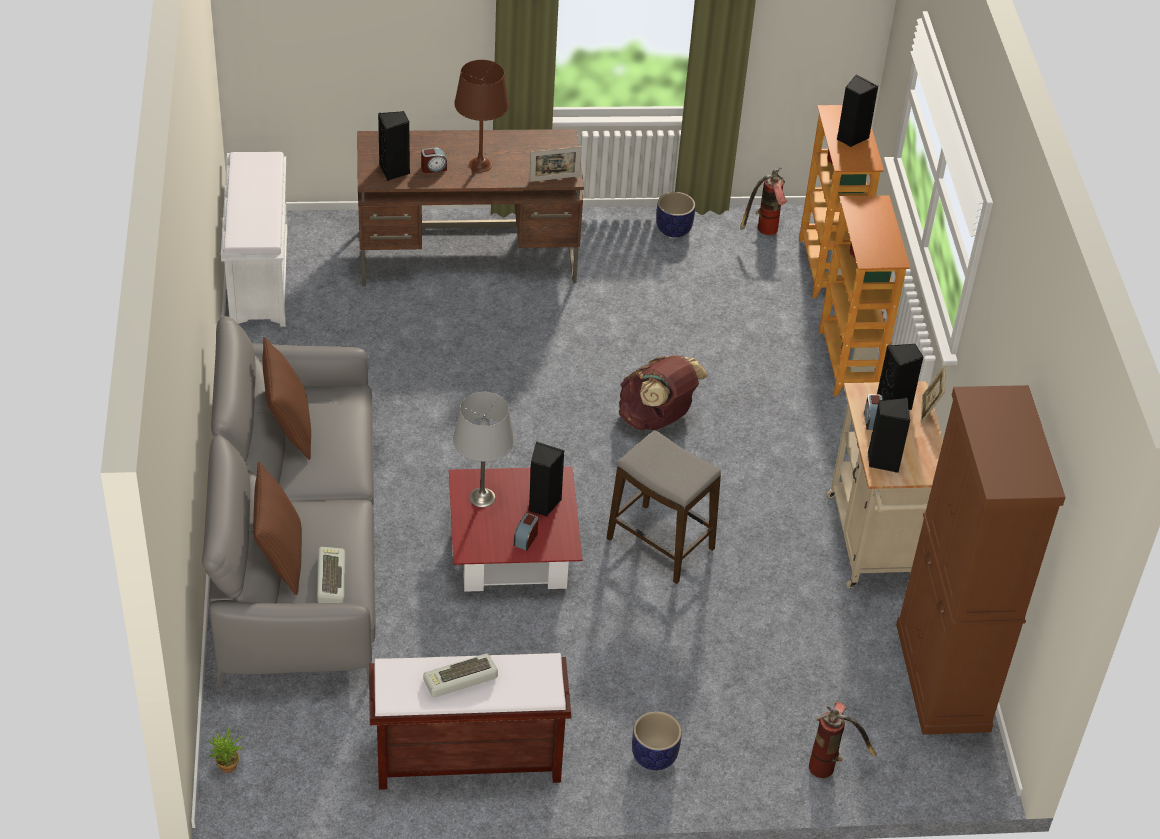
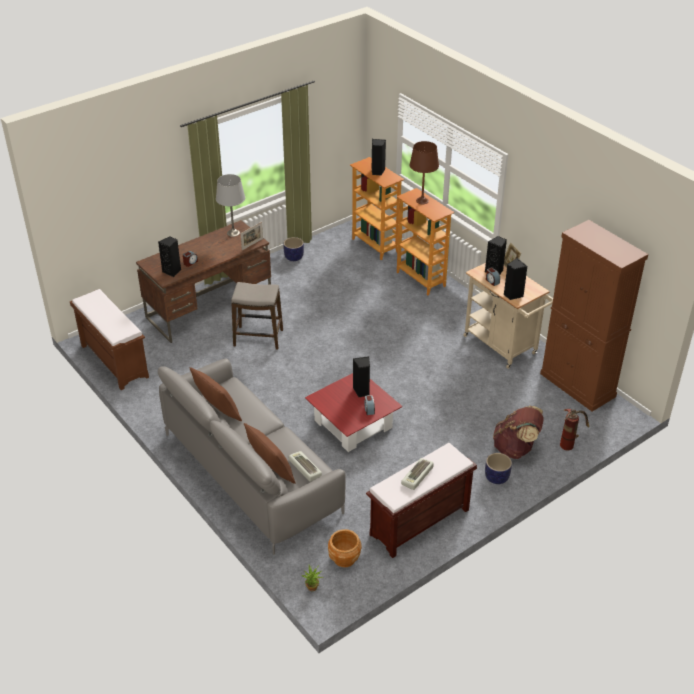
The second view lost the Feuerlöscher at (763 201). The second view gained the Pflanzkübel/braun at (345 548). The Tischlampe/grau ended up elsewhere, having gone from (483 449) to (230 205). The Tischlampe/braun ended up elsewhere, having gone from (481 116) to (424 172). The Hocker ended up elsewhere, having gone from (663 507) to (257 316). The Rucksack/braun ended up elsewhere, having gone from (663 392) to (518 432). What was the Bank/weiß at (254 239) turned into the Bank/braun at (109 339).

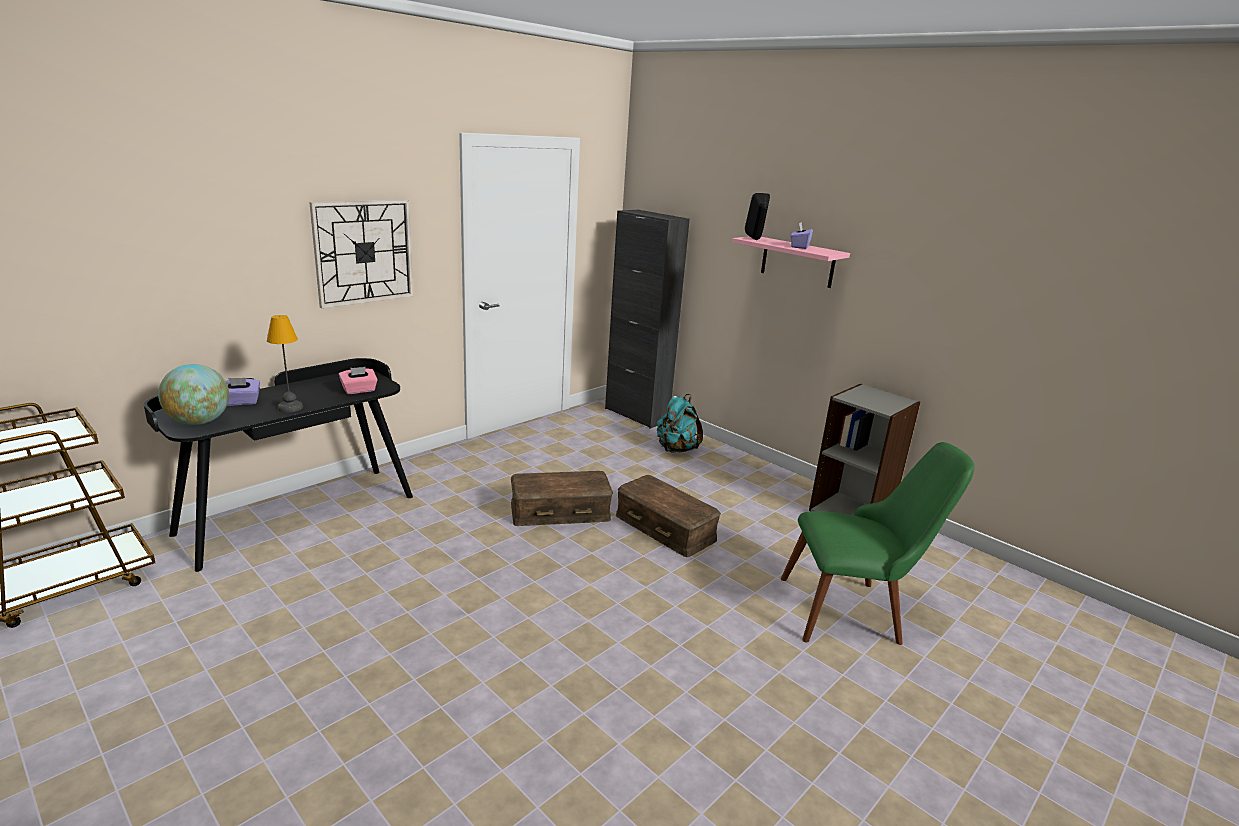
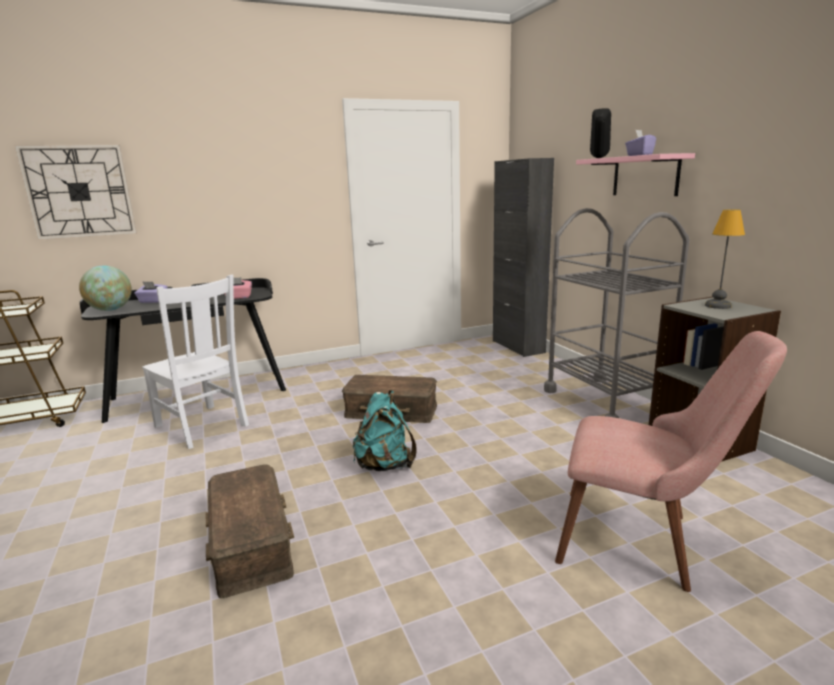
The second view gained the Stuhl/weiß at (195 361). The second view gained the Rollwagen/grau at (617 313). The Tischlampe ended up elsewhere, having gone from (285 363) to (725 259). The Wanduhr ended up elsewhere, having gone from (361 254) to (75 192). The Aufbewahrungsbox/braun ended up elsewhere, having gone from (668 516) to (250 531). The Rucksack/türkis ended up elsewhere, having gone from (680 423) to (385 430). What was the Stuhl/grün at (878 543) turned into the Stuhl/rosa at (671 461).

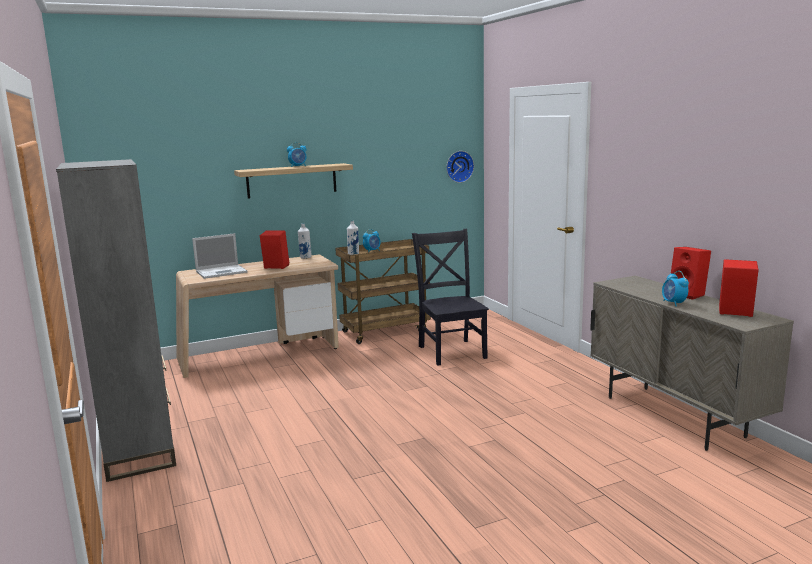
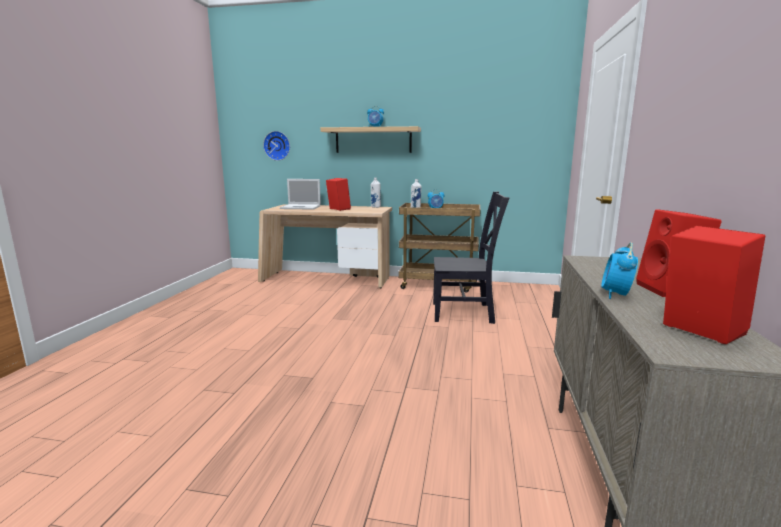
The second view lost the Bücherregal/grau at (116 320). The Wanduhr ended up elsewhere, having gone from (460 167) to (276 146). The Stuhl/schwarz at (450 297) ended up facing another way, 75 degrees clockwise from before.

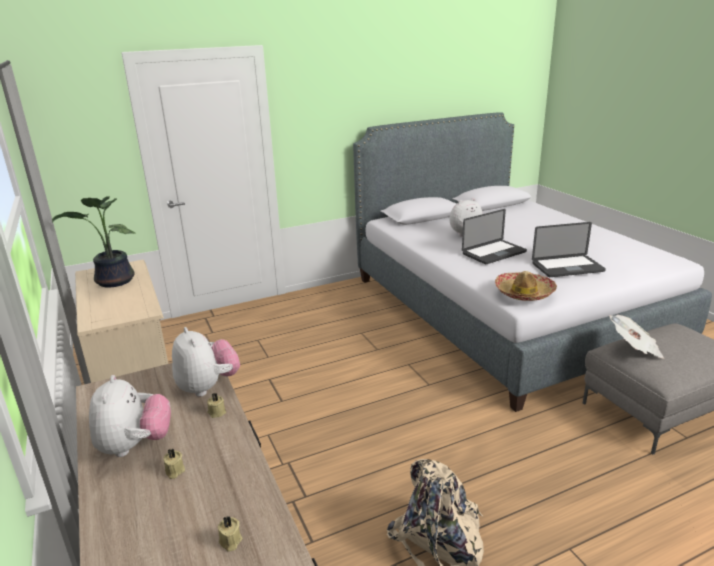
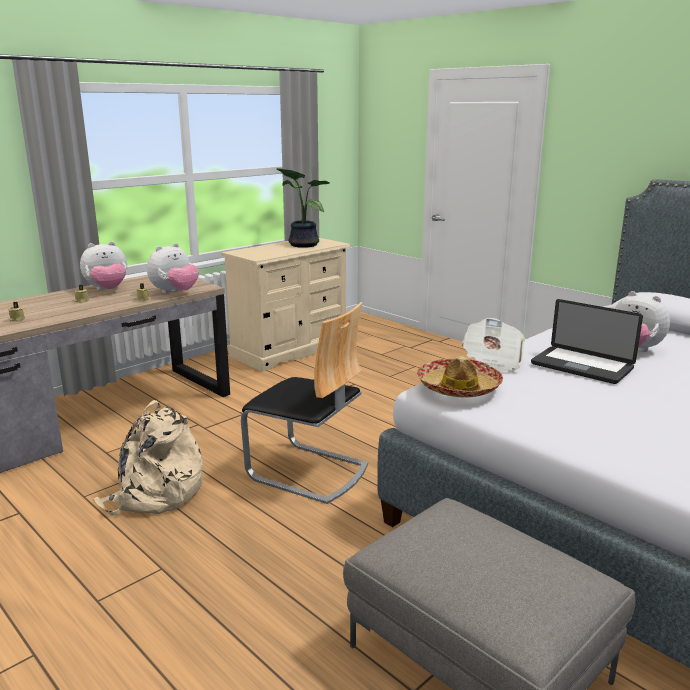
The second view lost the Laptop at (569 249). The second view gained the Stuhl at (304 403). The Zeitung ended up elsewhere, having gone from (637 337) to (493 345).

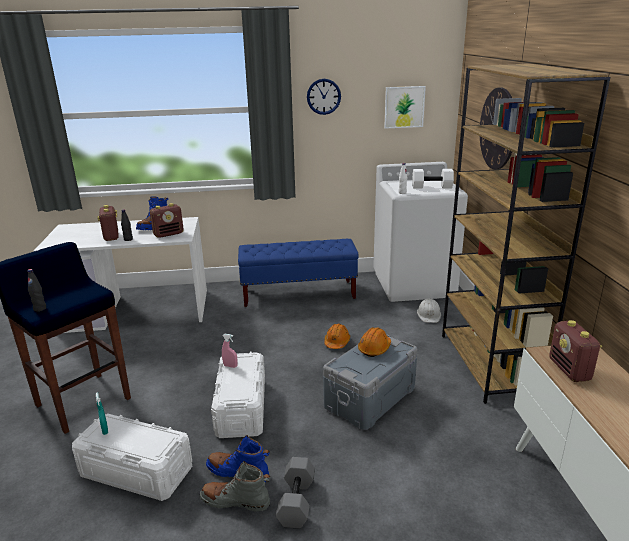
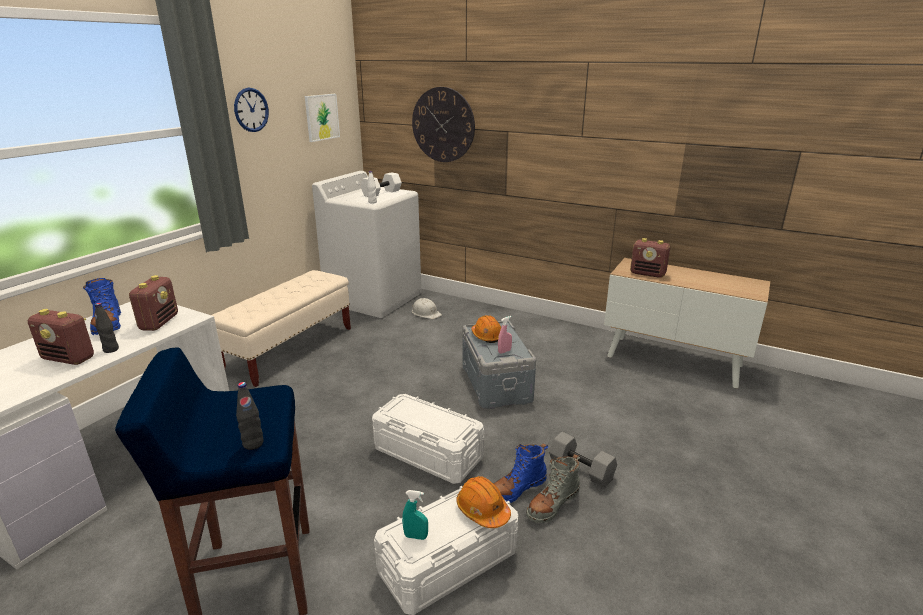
The second view lost the Bücherregal/braun at (526 234). The Sprühflasche/rosa ended up elsewhere, having gone from (229 351) to (505 335). The Schutzhelm/orange ended up elsewhere, having gone from (337 336) to (483 502). What was the Bank/blau at (298 273) turned into the Bank/beige at (281 328).

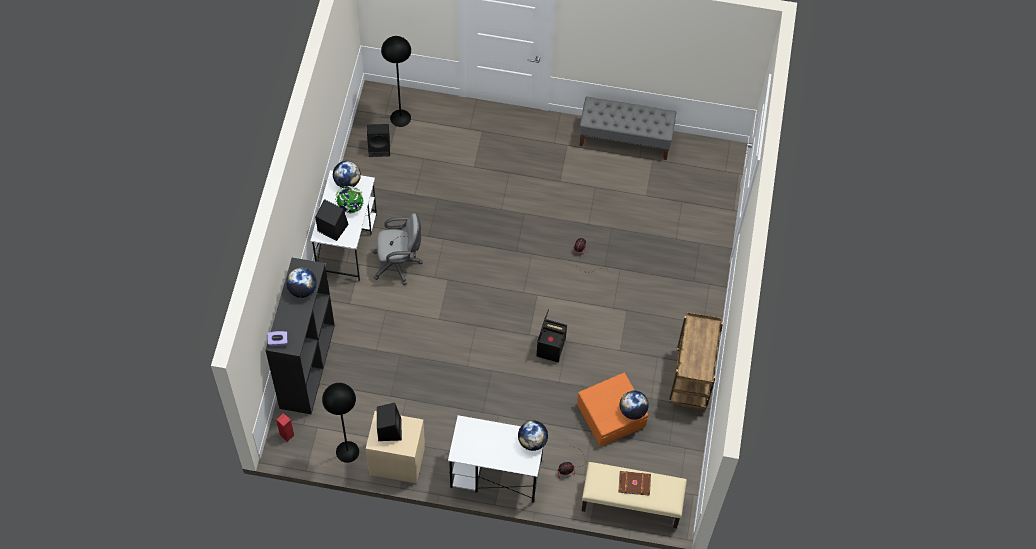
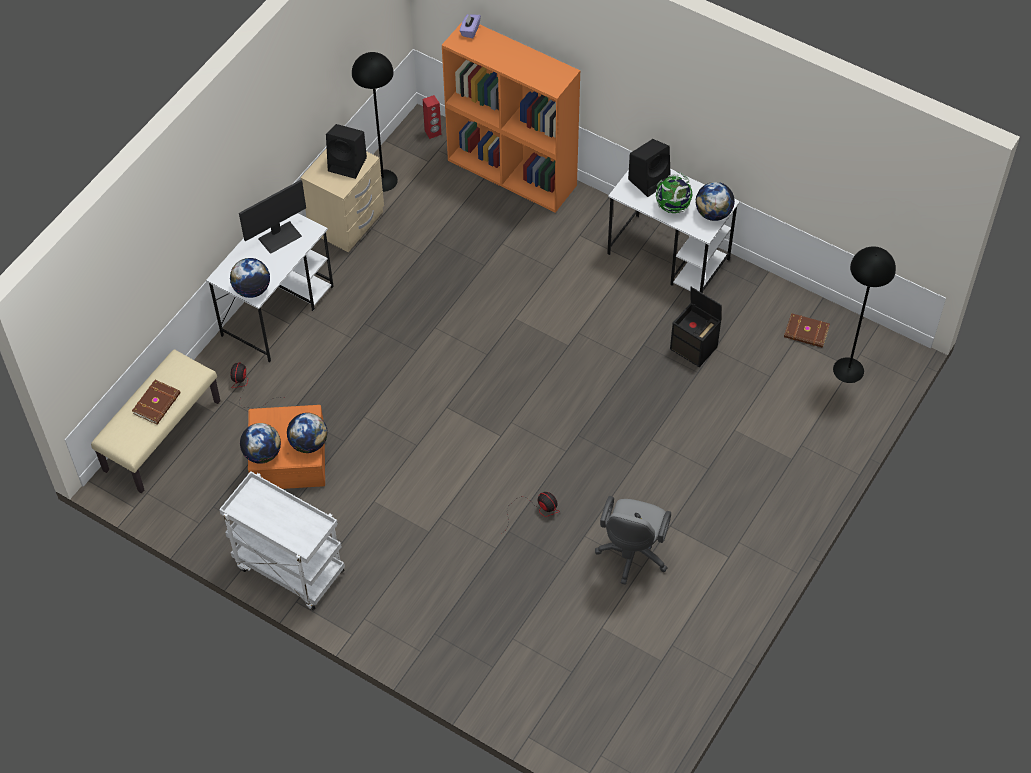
The second view lost the Bank/grau at (628 128). The second view gained the Monitor at (272 217). The Globus ended up elsewhere, having gone from (301 283) to (307 433). The Bürostuhl/grau ended up elsewhere, having gone from (398 249) to (633 540). The Aufbewahrungsbox/schwarz ended up elsewhere, having gone from (551 335) to (695 327). Where the Lautsprecher/schwarz stood at (378 140), the Buch/braun came to stand at (807 330). What was the Bücherregal/schwarz at (300 336) turned into the Bücherregal/orange at (511 117). What was the Rollwagen/braun at (696 361) turned into the Rollwagen/weiß at (282 541).

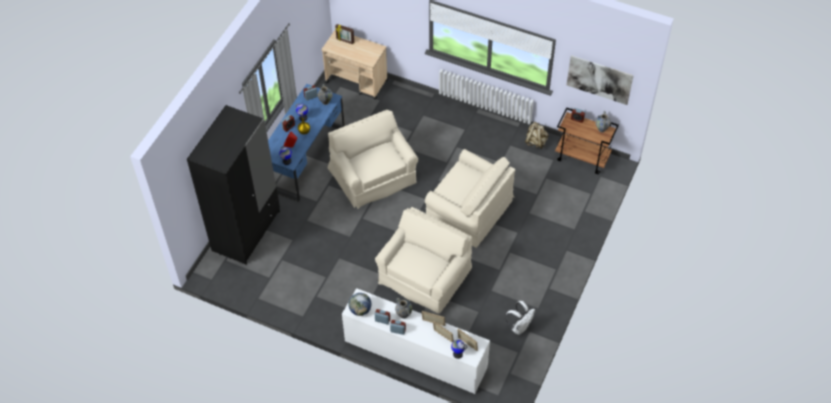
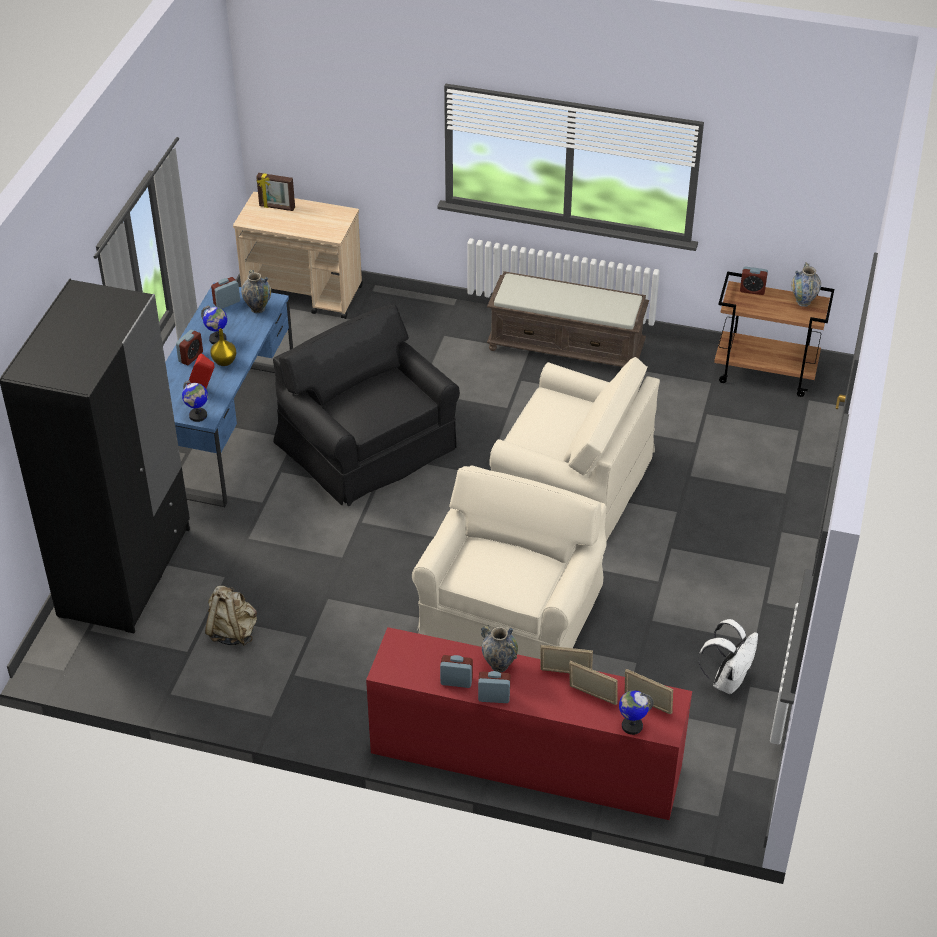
The second view lost the Globus at (360 304). The second view lost the Bild at (600 80). The second view gained the Bank/braun at (568 319). The Rucksack/beige ended up elsewhere, having gone from (537 135) to (231 616). What was the Sessel/beige at (373 159) turned into the Sessel/schwarz at (366 405). What was the Kommode/weiß at (416 341) turned into the Kommode/rot at (529 723).

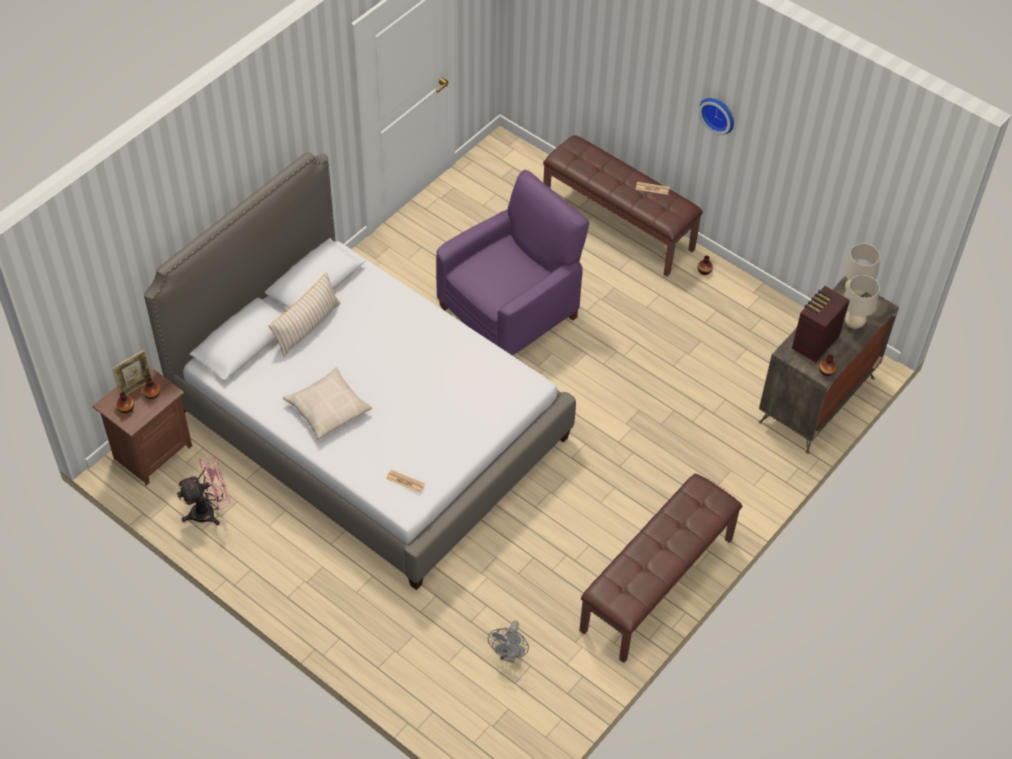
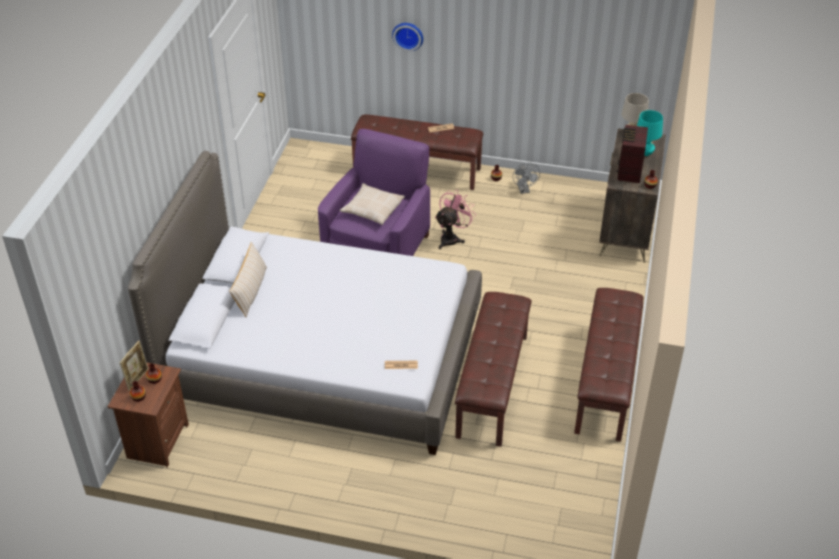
The second view gained the Bank/braun at (493 369). The Ventilator/rosa ended up elsewhere, having gone from (204 490) to (455 220). The Kissen/beige ended up elsewhere, having gone from (327 403) to (372 204). The Ventilator/grau ended up elsewhere, having gone from (508 642) to (526 178). The Wanduhr ended up elsewhere, having gone from (716 116) to (407 37). What was the Tischlampe/beige at (862 302) turned into the Tischlampe/türkis at (650 133).

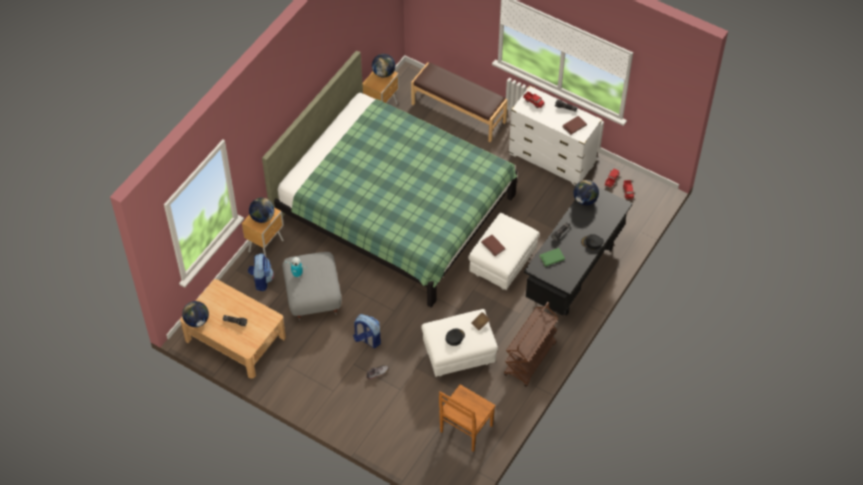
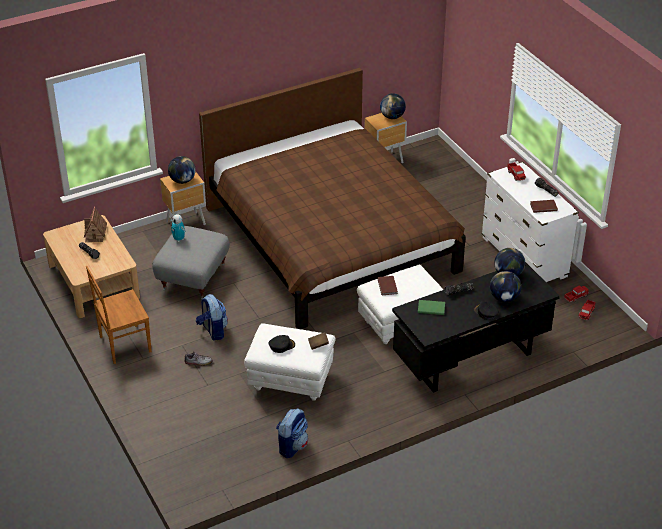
The second view lost the Bank/braun at (459 102). The second view lost the Rollwagen/braun at (531 344). The second view gained the Spielzeughaus at (95 224). The Globus ended up elsewhere, having gone from (195 314) to (505 286). The Rucksack ended up elsewhere, having gone from (261 272) to (292 433). The Stuhl/braun ended up elsewhere, having gone from (467 418) to (119 315). What was the Bett/grün at (389 178) turned into the Bett/braun at (332 198).

